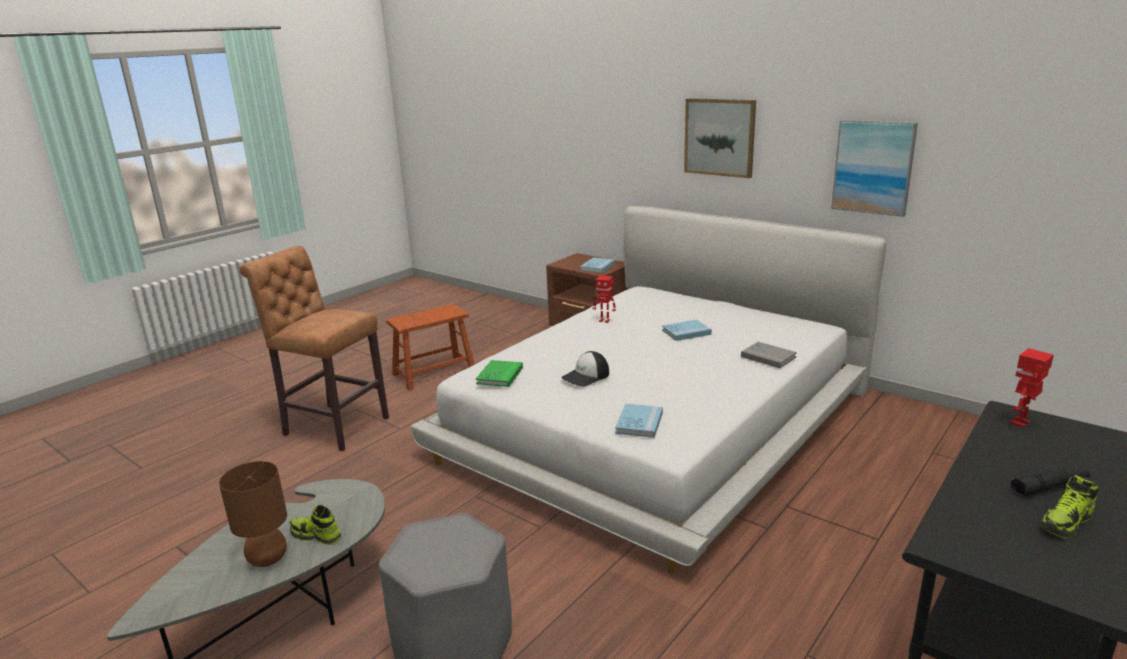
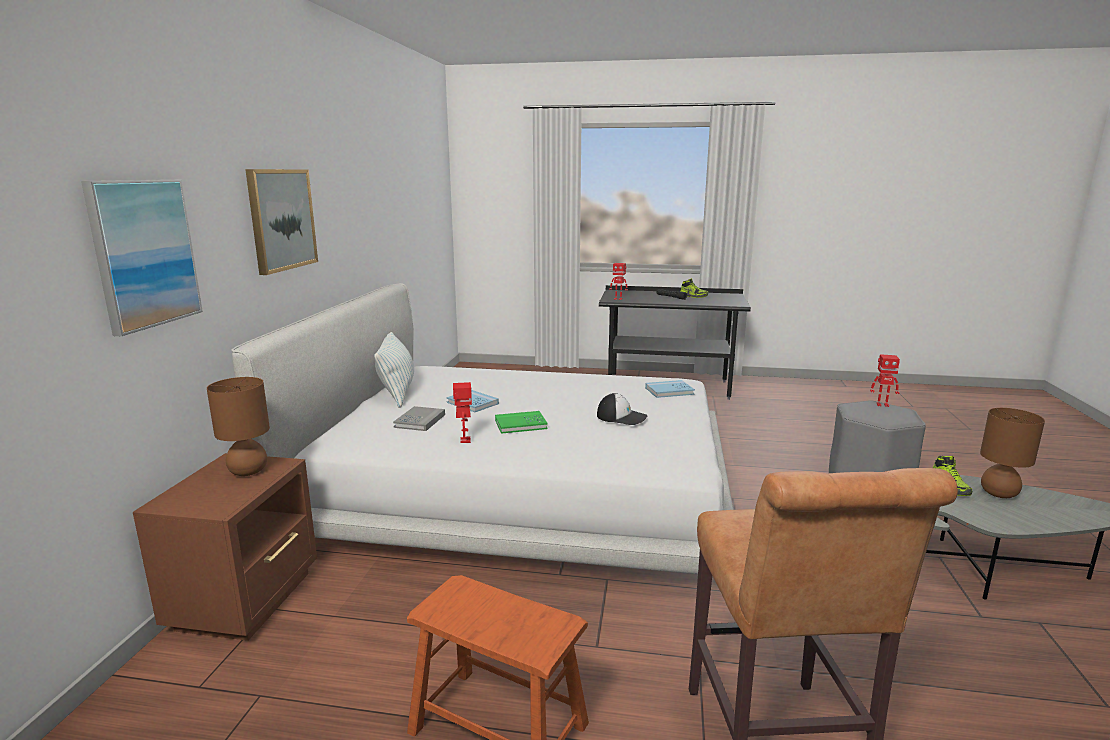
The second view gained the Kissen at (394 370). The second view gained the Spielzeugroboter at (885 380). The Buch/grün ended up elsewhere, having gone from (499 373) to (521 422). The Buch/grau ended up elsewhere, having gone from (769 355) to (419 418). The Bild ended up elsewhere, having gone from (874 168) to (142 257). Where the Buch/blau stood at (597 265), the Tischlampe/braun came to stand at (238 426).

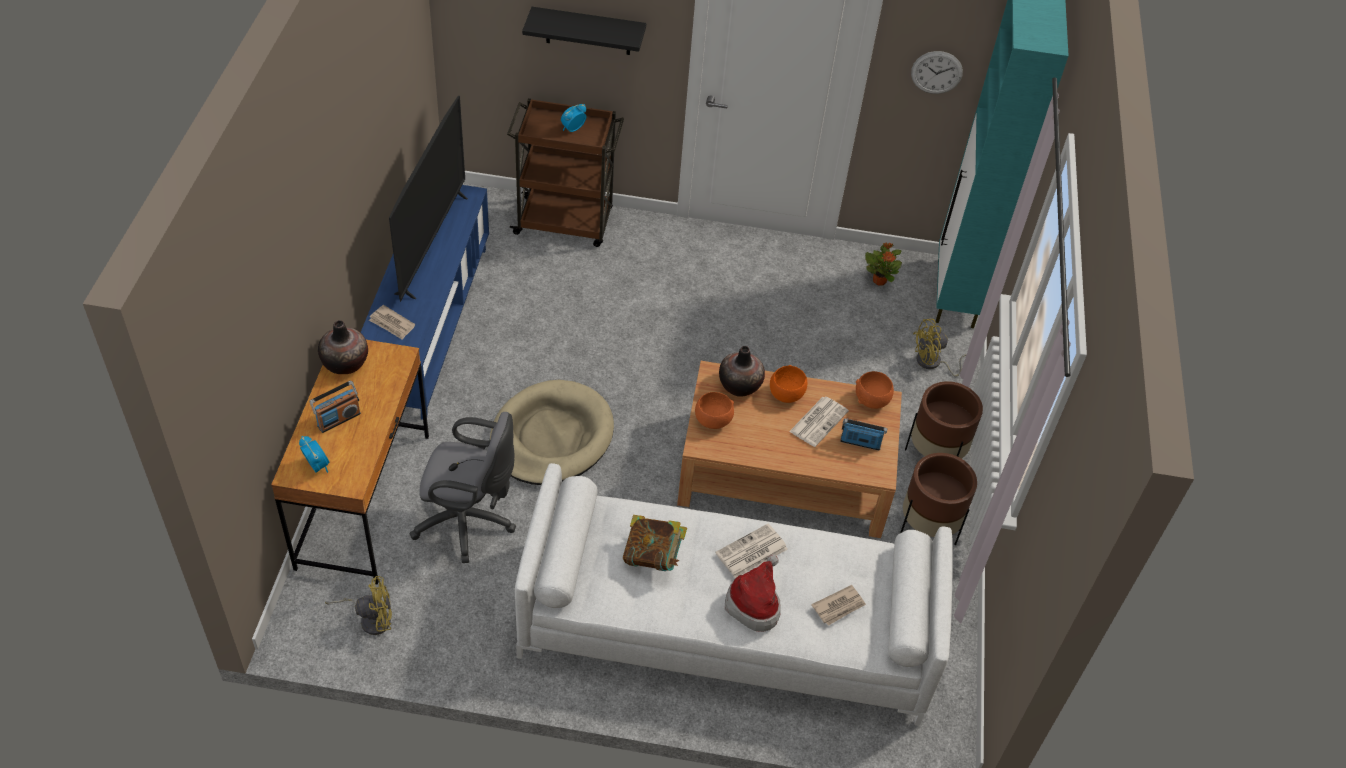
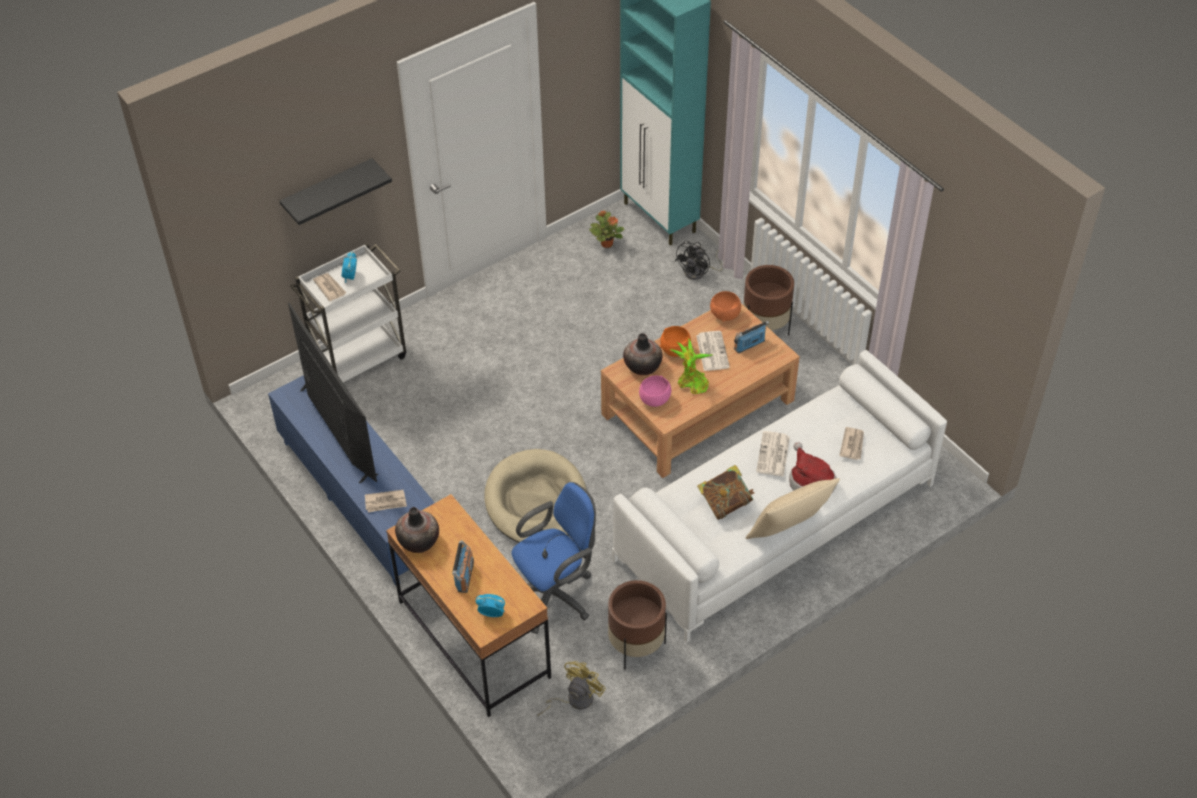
The second view lost the Wanduhr at (937 72). The second view gained the Zeitung at (329 287). The second view gained the Topfpflanze at (691 366). The second view gained the Kissen/beige at (793 508). The Pflanzkübel/braun ended up elsewhere, having gone from (938 499) to (637 625). What was the Bürostuhl/grau at (463 487) turned into the Bürostuhl/blau at (554 558). What was the Rollwagen/braun at (565 172) turned into the Rollwagen/weiß at (348 312). What was the Schüssel/orange at (714 410) turned into the Schüssel/rosa at (655 391). What was the Ventilator/gelb at (940 348) turned into the Ventilator/schwarz at (698 260).

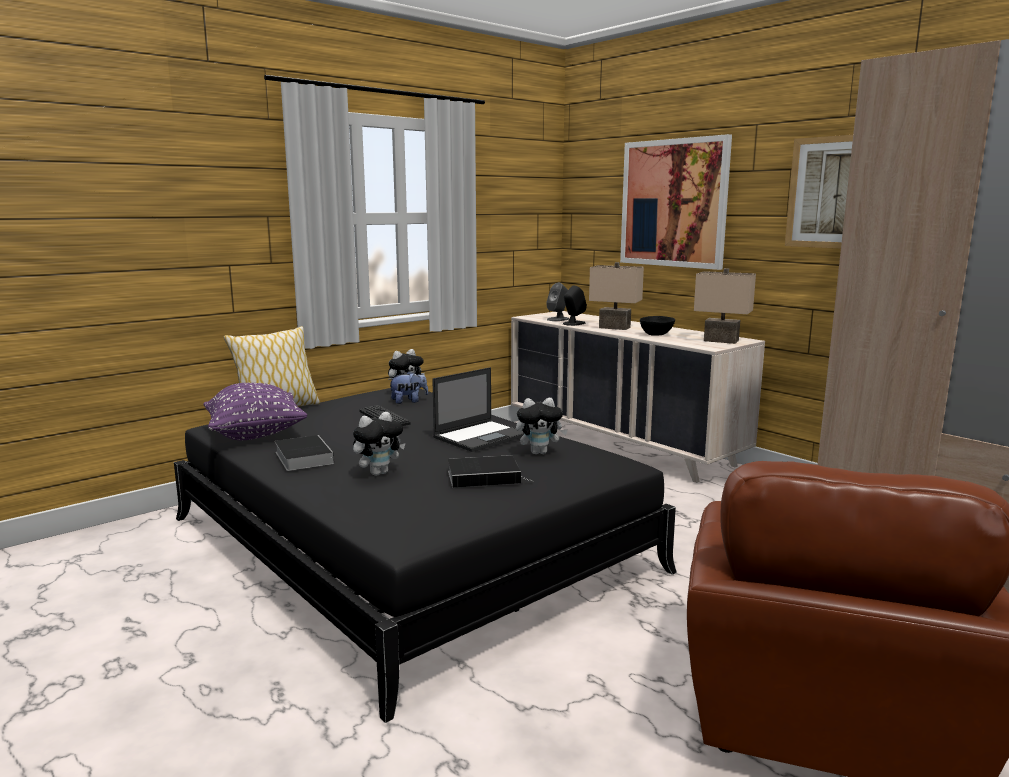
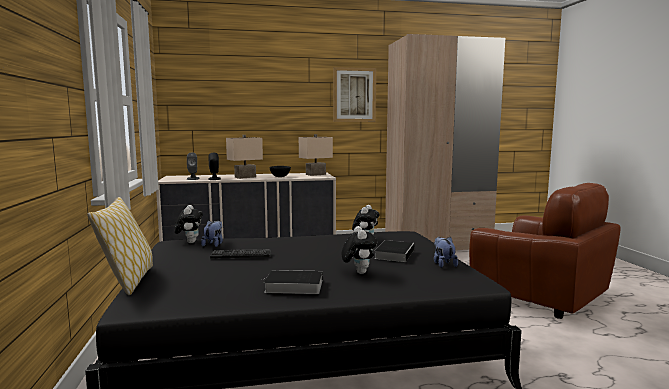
The second view lost the Kissen/lila at (255 411). The second view lost the Laptop at (478 409). The second view lost the Bild at (676 202). The second view gained the Plüschtier at (446 252).

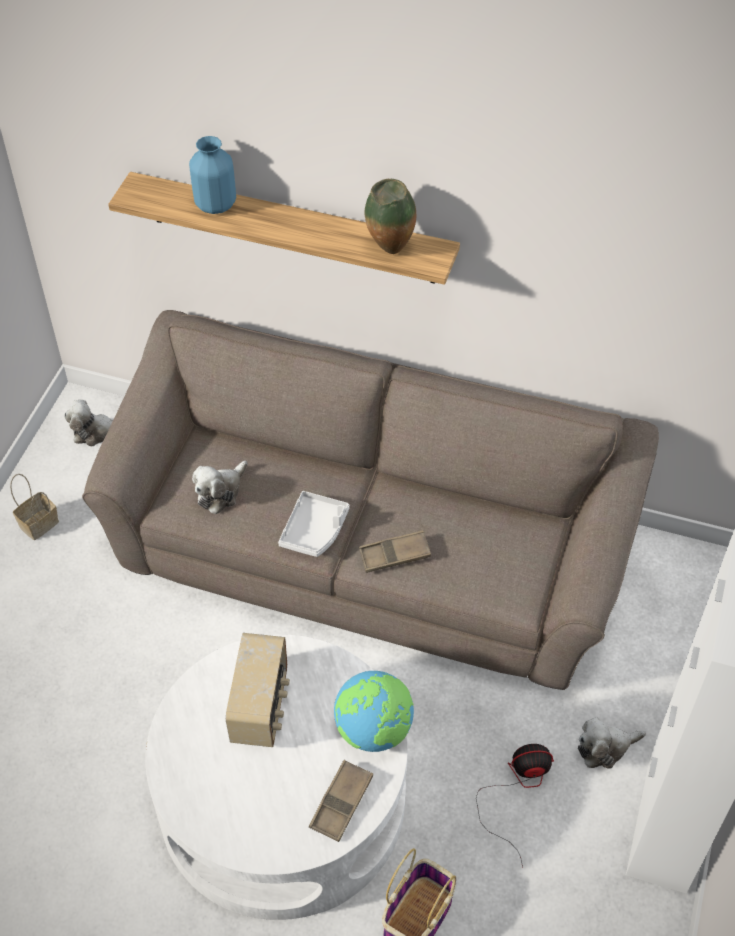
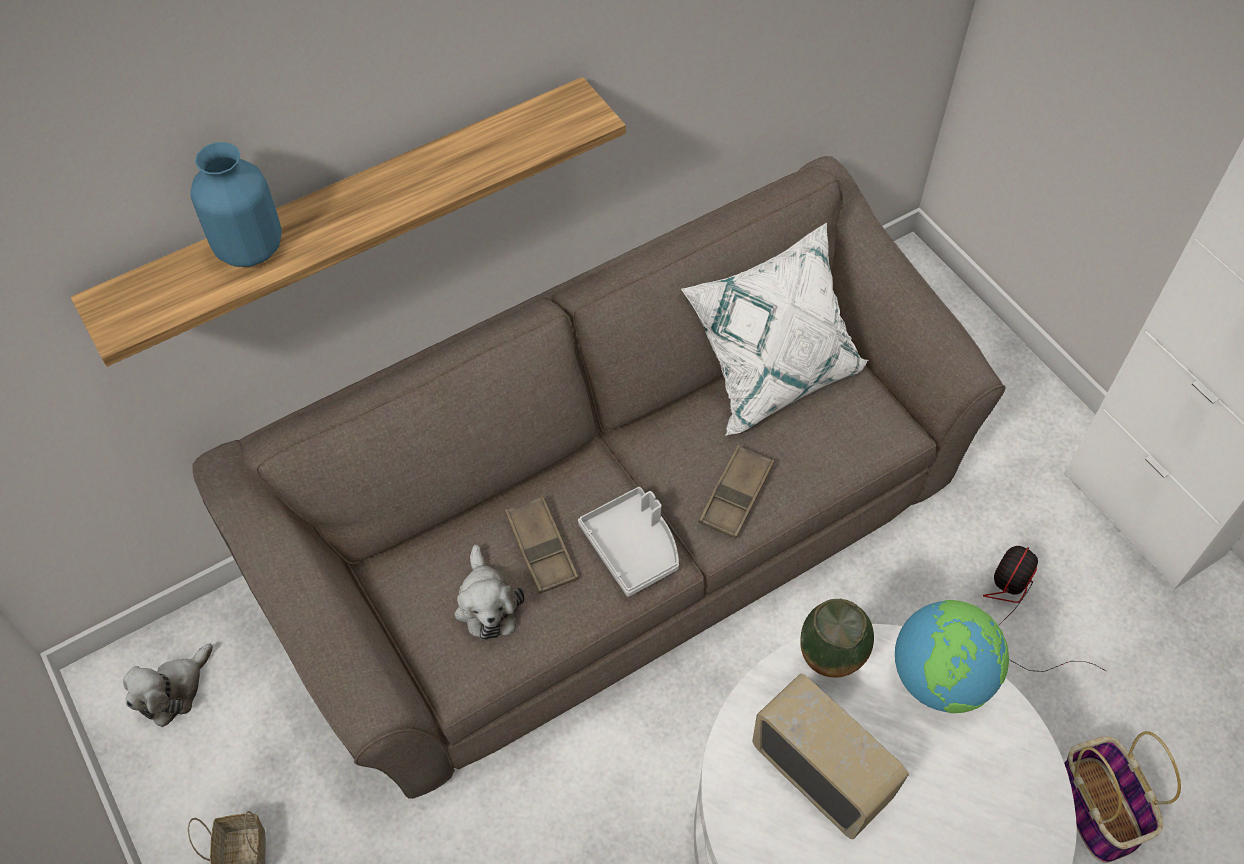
The second view lost the Plüschtier at (612 743). The second view gained the Kissen/weiß at (775 329). The Tablett/braun ended up elsewhere, having gone from (341 801) to (541 545). The Vase ended up elsewhere, having gone from (390 216) to (837 638).

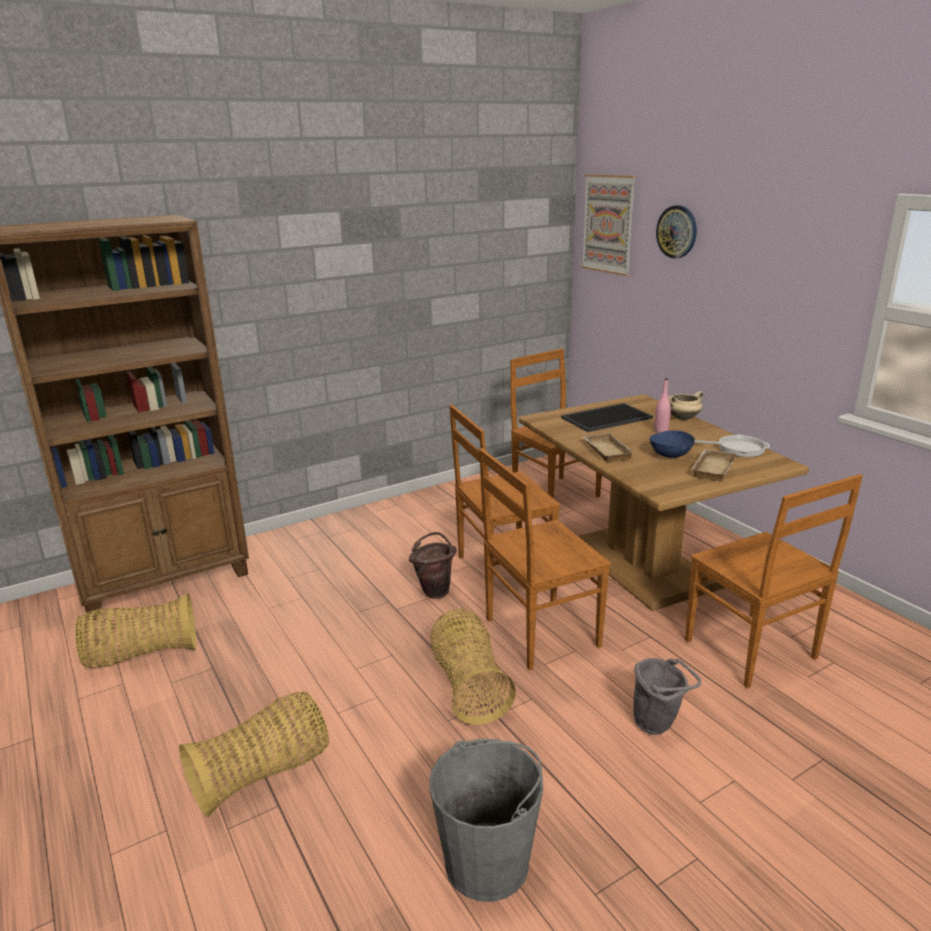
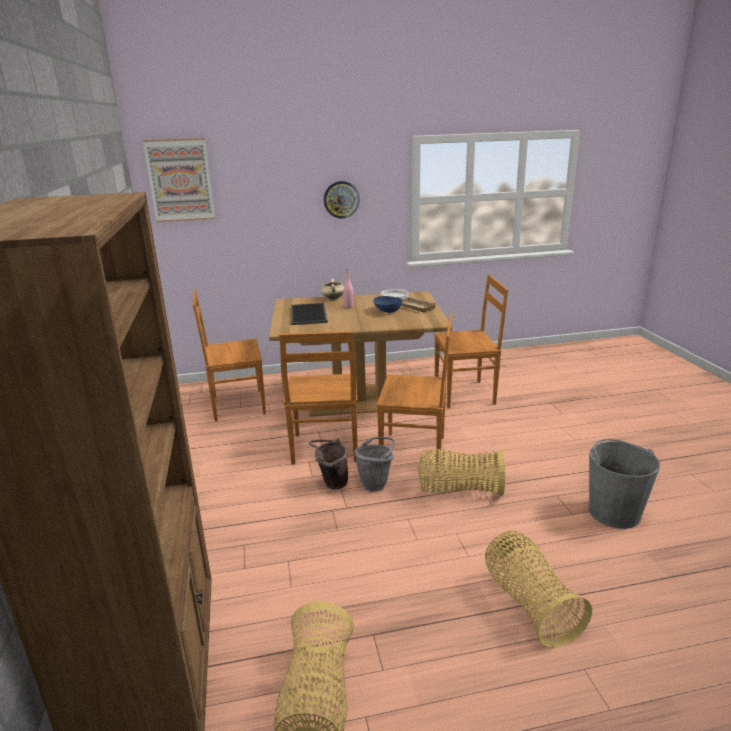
The second view lost the Tablett/beige at (608 447). The Eimer/grau ended up elsewhere, having gone from (667 696) to (374 464). The Wanduhr ended up elsewhere, having gone from (676 231) to (342 200). The Stuhl/braun at (545 559) ended up facing another way, 75 degrees counterclockwise from before.

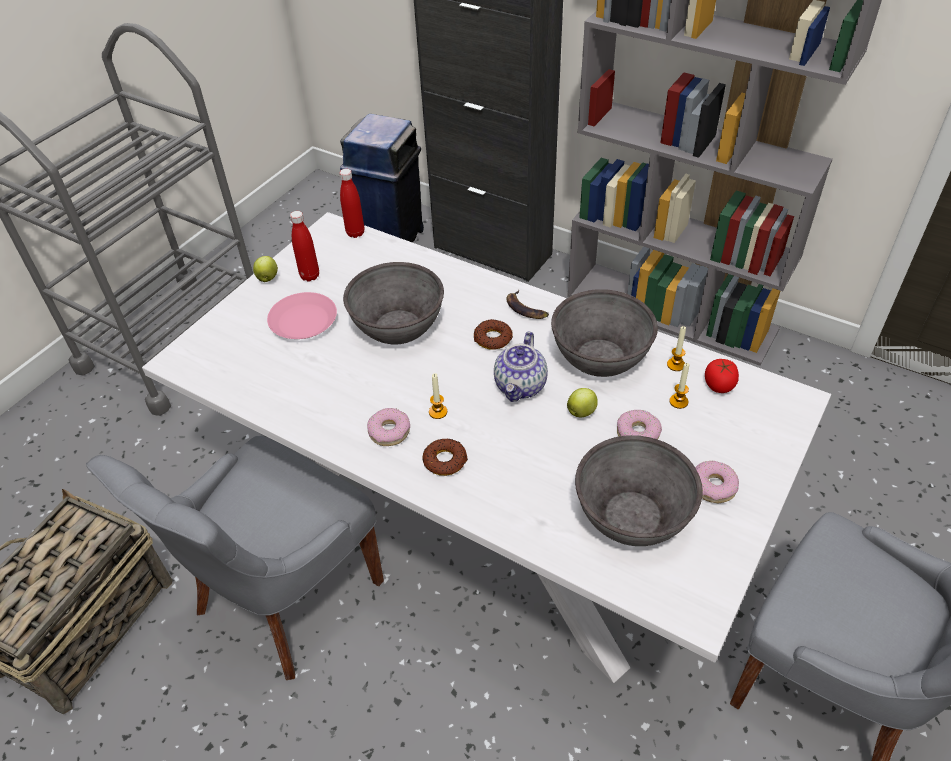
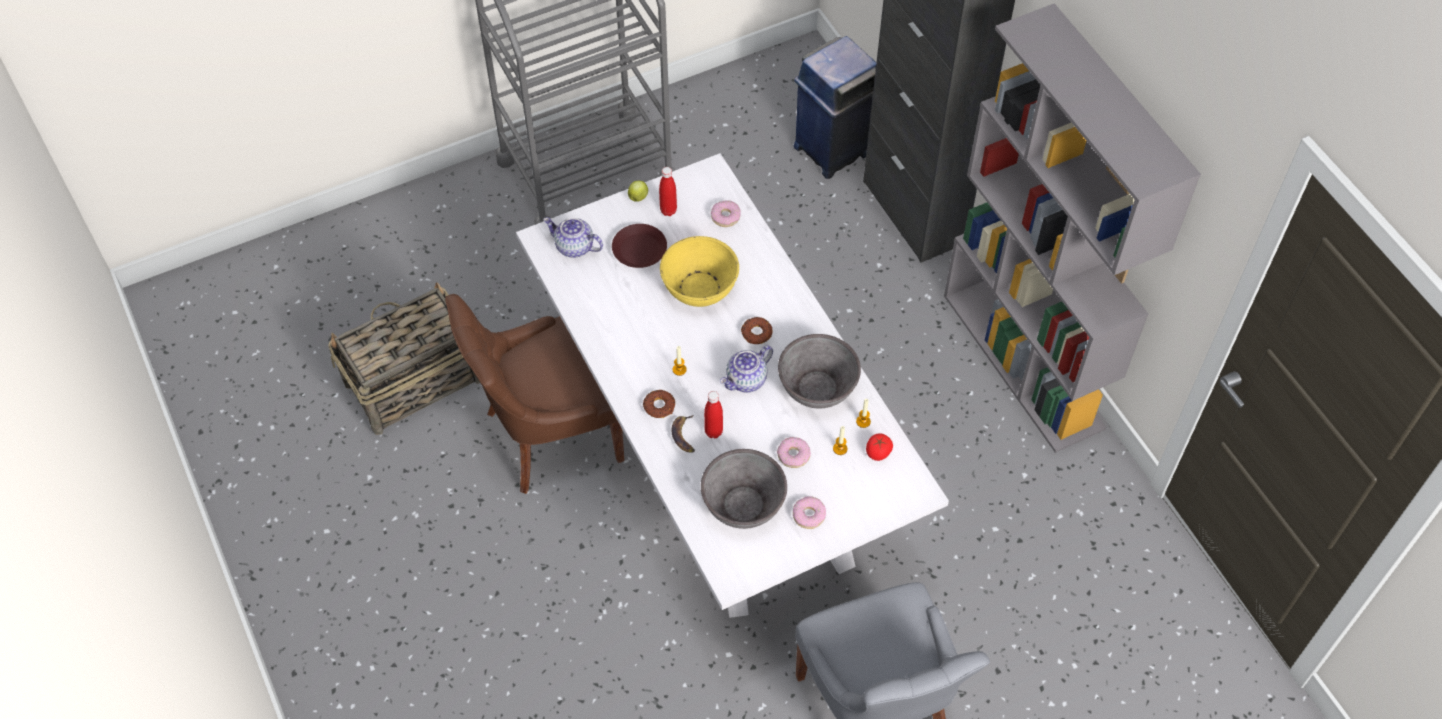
The second view lost the Apfel at (582 403). The second view gained the Teekanne at (573 237). The Flasche/rot ended up elsewhere, having gone from (352 203) to (713 414). The Donut ended up elsewhere, having gone from (388 427) to (726 213). The Banane ended up elsewhere, having gone from (527 304) to (683 433). What was the Stuhl/grau at (235 558) turned into the Stuhl/braun at (534 394). What was the Teller/rosa at (302 315) turned into the Teller/braun at (639 246). What was the Schüssel/grau at (393 303) turned into the Schüssel/gelb at (699 271).

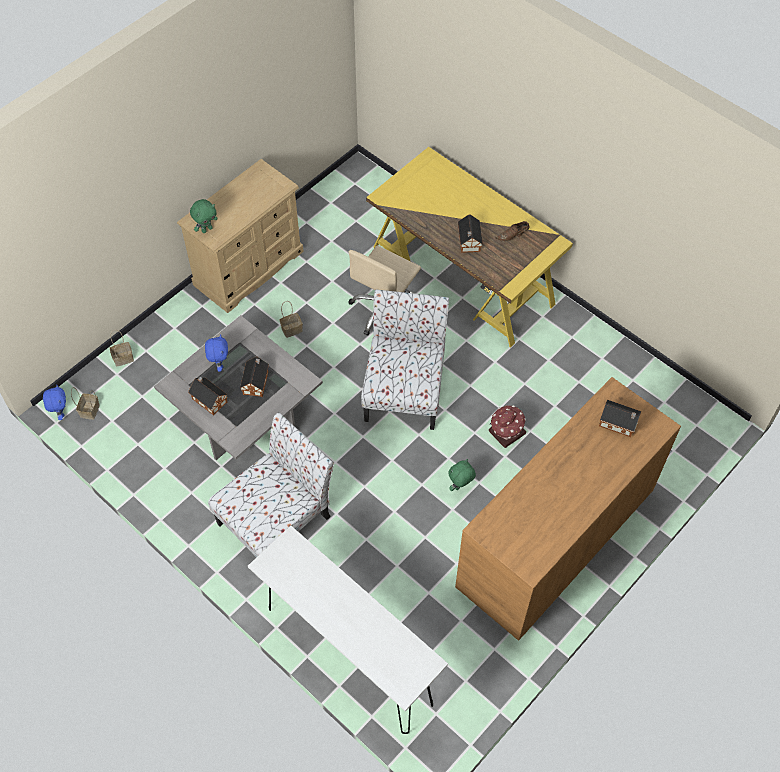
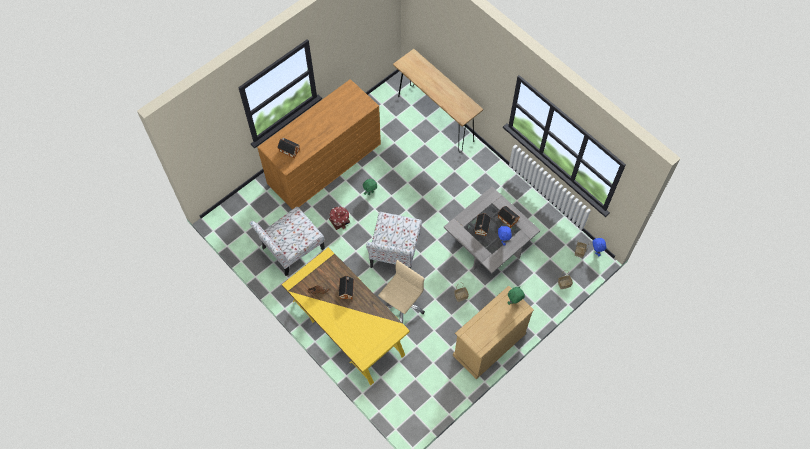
The Stuhl ended up elsewhere, having gone from (271 484) to (287 241). What was the Konsolentisch/weiß at (348 629) turned into the Konsolentisch/braun at (438 101).

